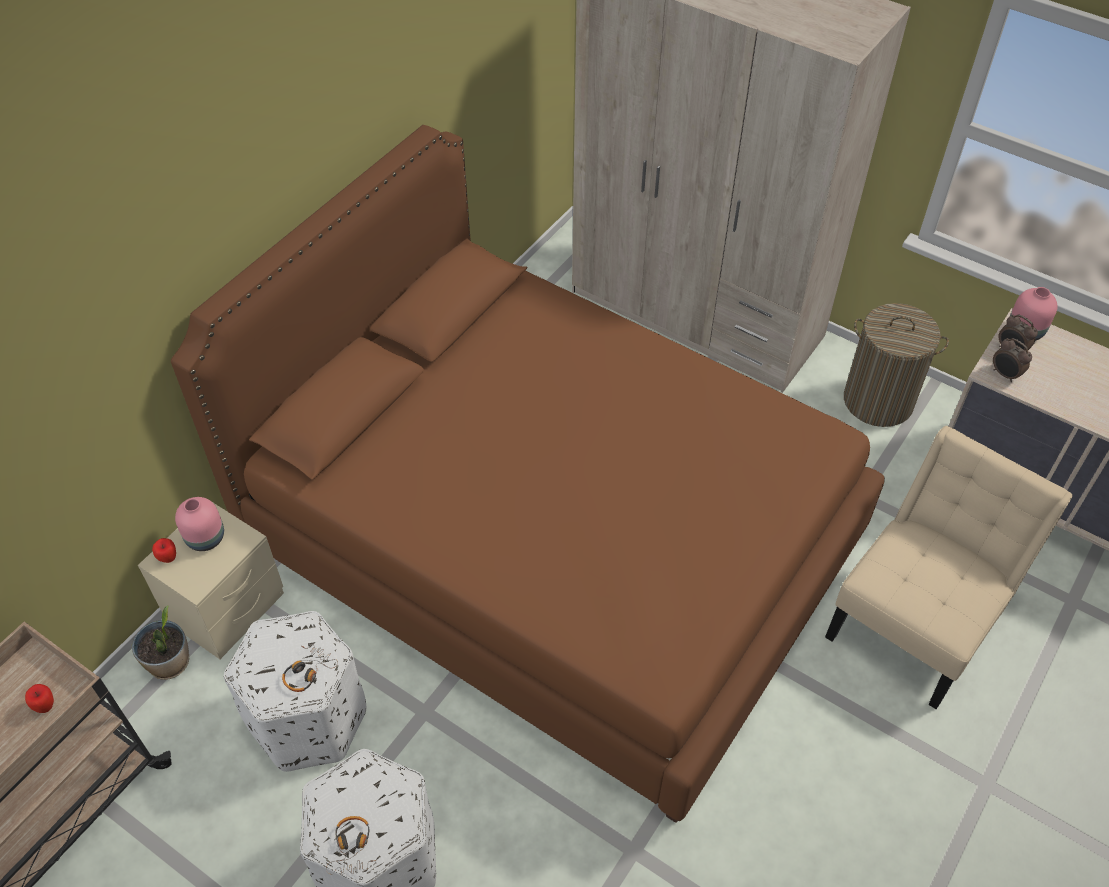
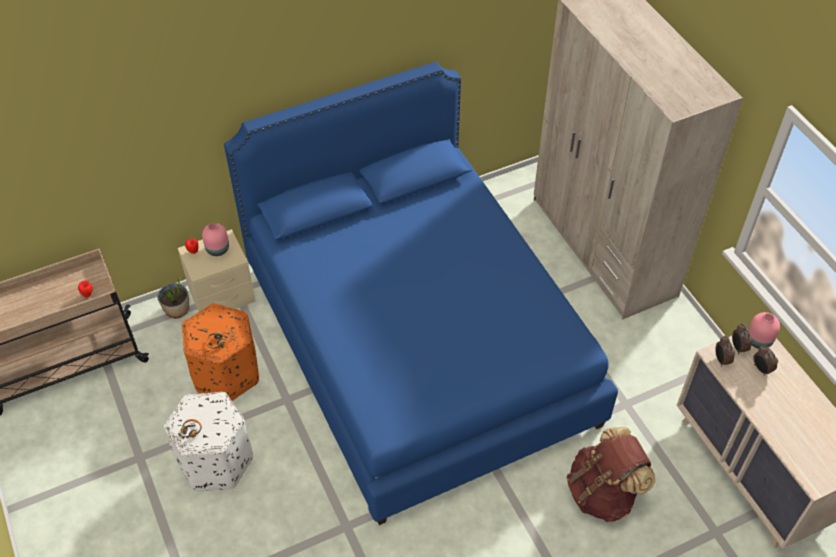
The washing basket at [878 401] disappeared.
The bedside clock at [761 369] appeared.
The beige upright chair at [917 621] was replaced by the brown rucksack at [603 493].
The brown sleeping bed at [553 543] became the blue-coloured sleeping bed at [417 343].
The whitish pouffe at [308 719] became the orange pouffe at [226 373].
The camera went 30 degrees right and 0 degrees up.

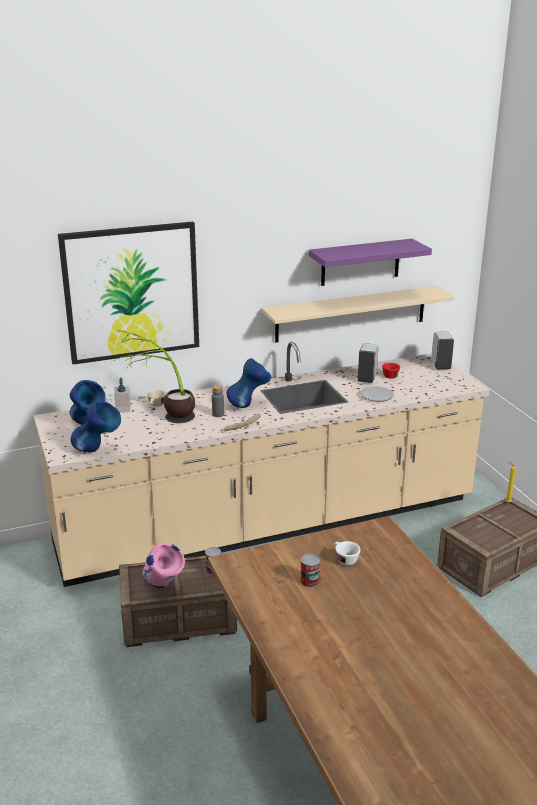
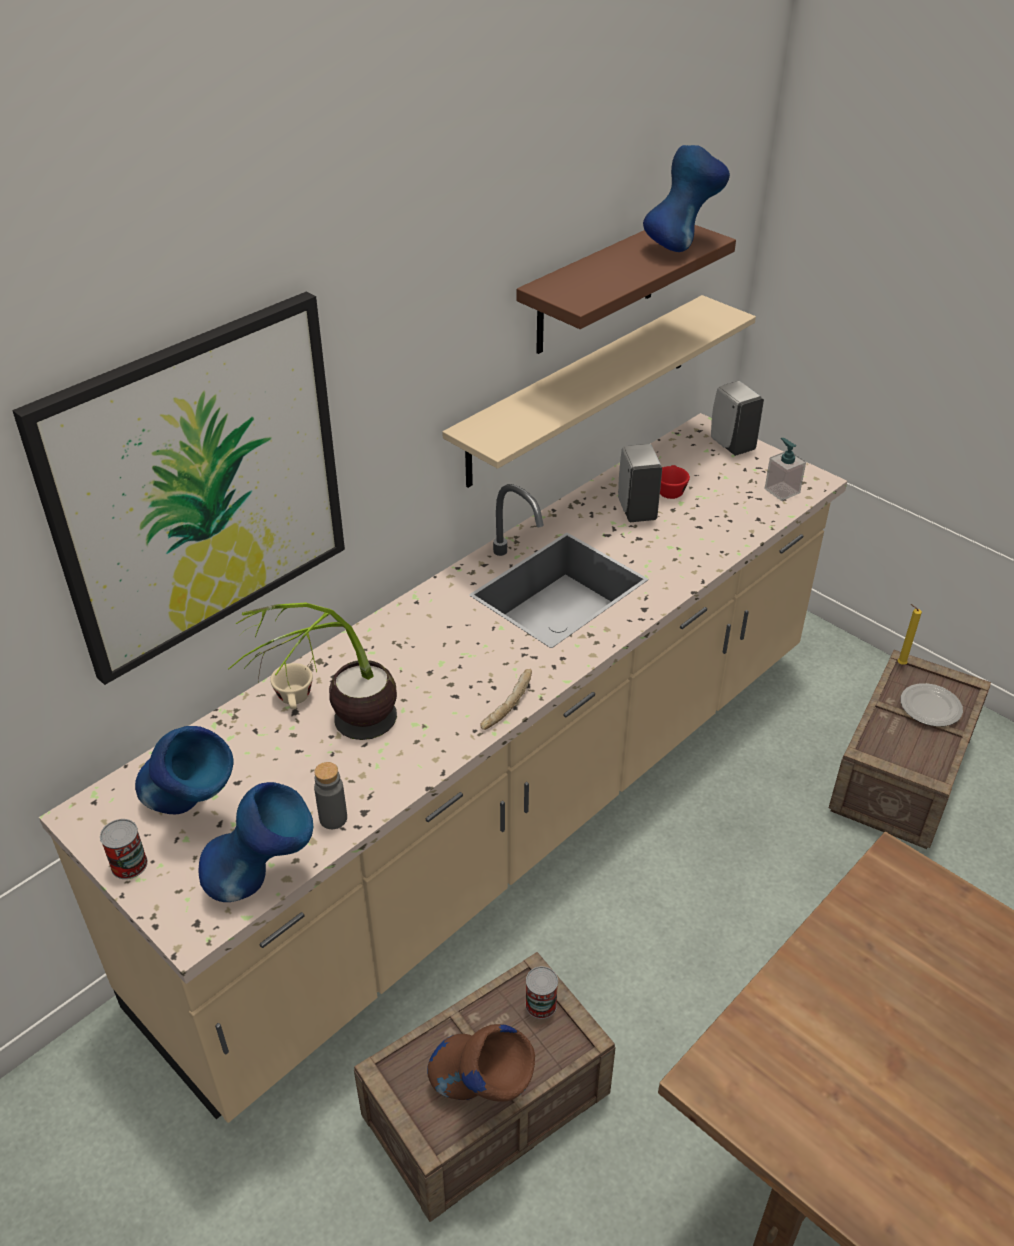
The whitish small cup at [344 559] disappeared.
The soap bottle moved from [123 409] to [782 491].
The grey bottle moved from [218 414] to [333 818].
The blue-coloured flower vase moved from [249 405] to [681 246].
The sealed can moved from [310 581] to [129 864].
The flat dish moved from [377 396] to [931 708].
The pinkish flower vase at [164 589] became the brown flower vase at [481 1094].
The purple-coloured bracket shelf at [360 262] became the brown bracket shelf at [596 287].
The camera went 25 degrees left and 15 degrees up.

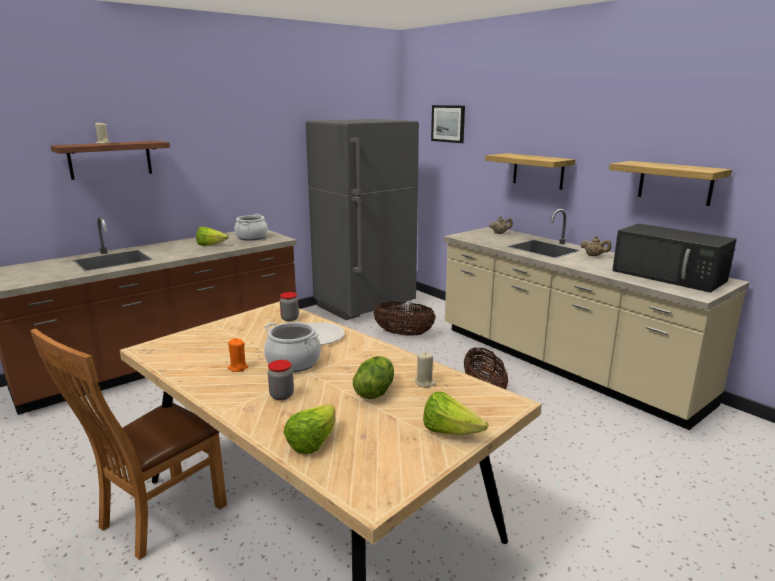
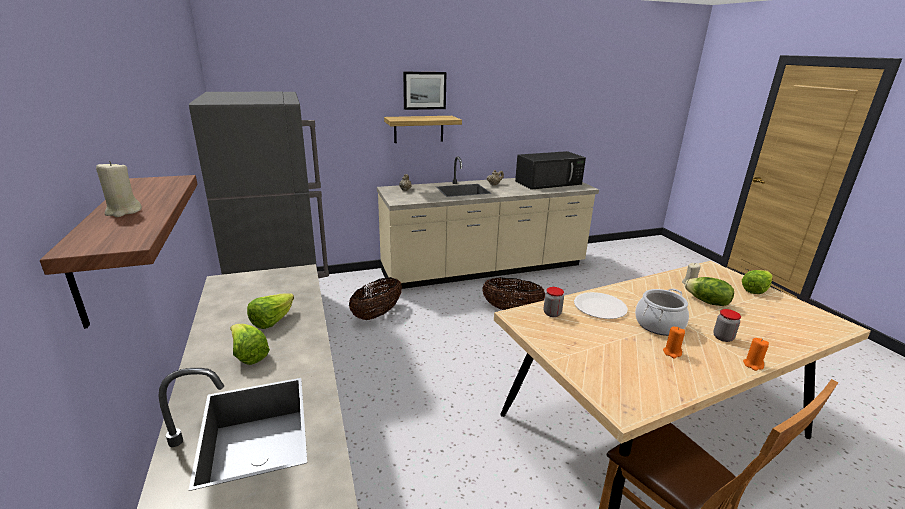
The cooking pot at [251 237] disappeared.
The bracket shelf at [675 183] disappeared.
The orange candle at [753 365] appeared.
The head of lettuce moved from [313 442] to [249 355].
The wall picture moved from [448 123] to [424 90].
The camera went 70 degrees left and 5 degrees up.

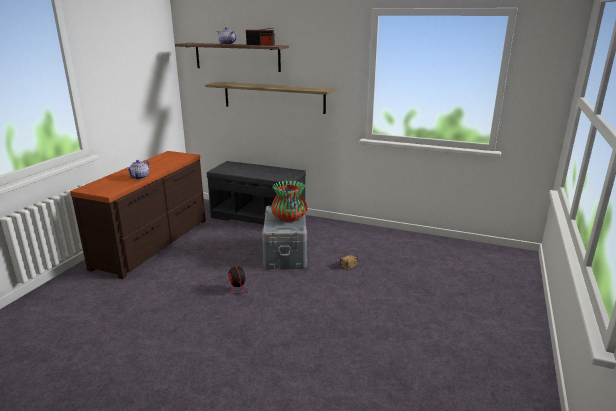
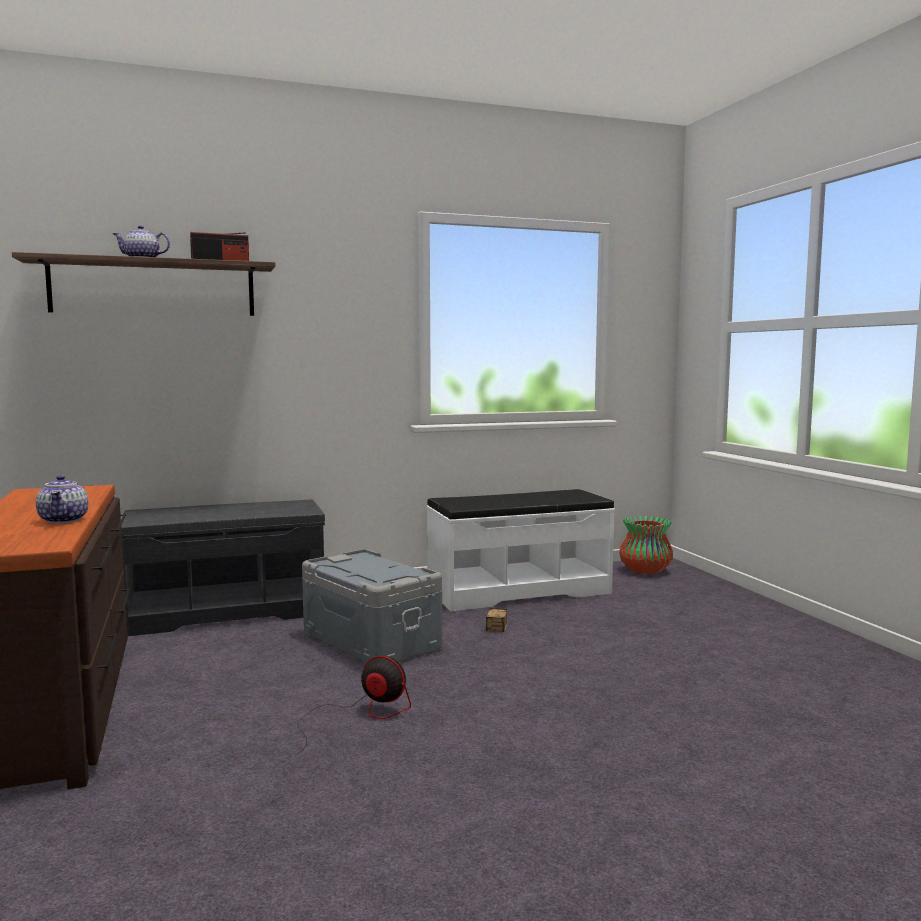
The bracket shelf at [273 97] disappeared.
The whitish bench at [518 591] appeared.
The flower vase moved from [289 218] to [645 571].
The camera went 40 degrees left and 15 degrees down.

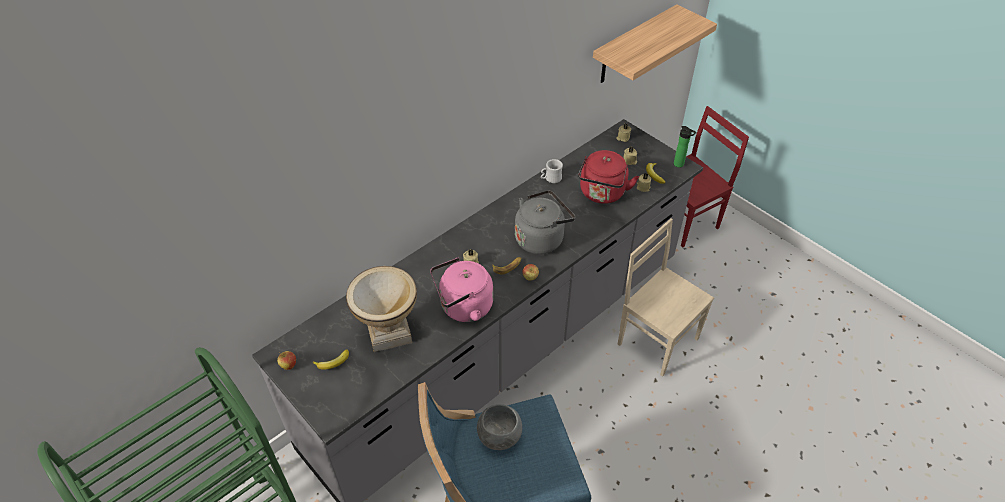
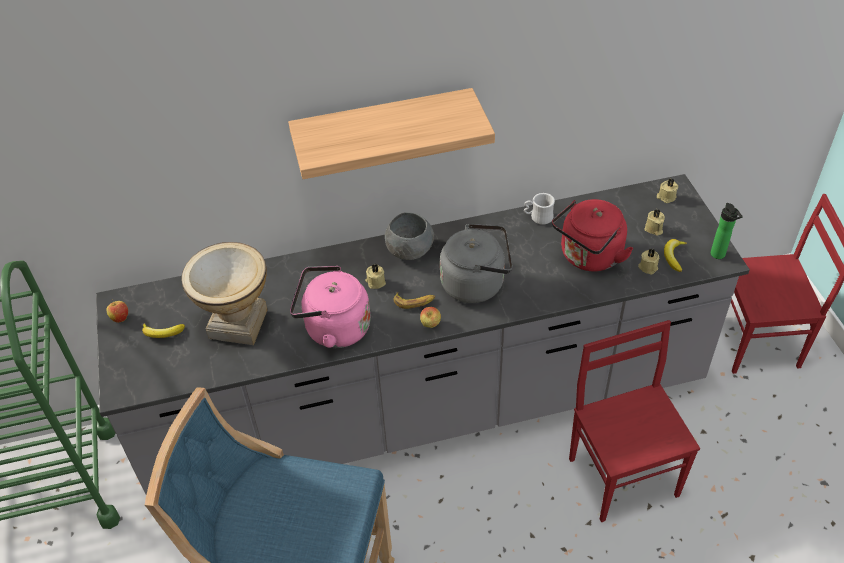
The grey serving bowl moved from [499 436] to [409 250].
The bracket shelf moved from [633 45] to [383 130].
The beige upright chair at [657 340] became the red-coloured upright chair at [623 475].
The camera went 30 degrees right and 0 degrees up.

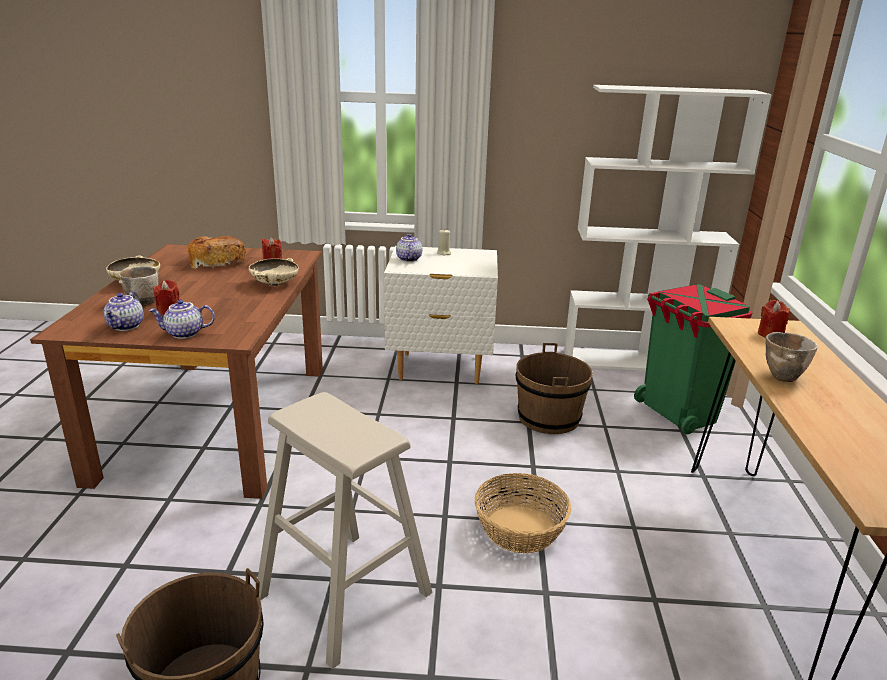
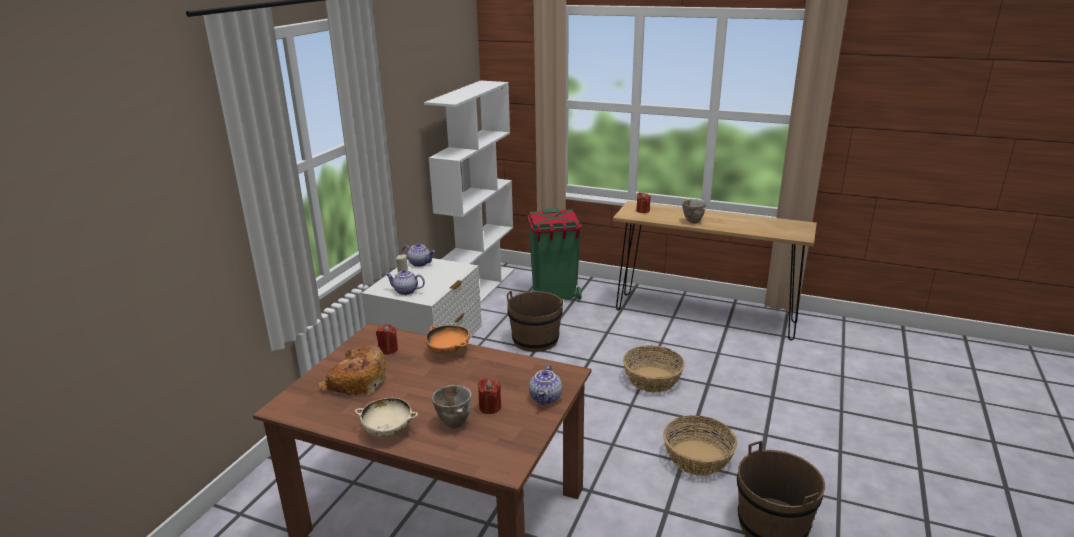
The pot for tea moved from [126 326] to [420 263].
The beige stool seat at [343 594] was replaced by the basket at [697 458].
The beige serving bowl at [275 284] became the orange serving bowl at [448 351].
The camera went 70 degrees left and 0 degrees up.

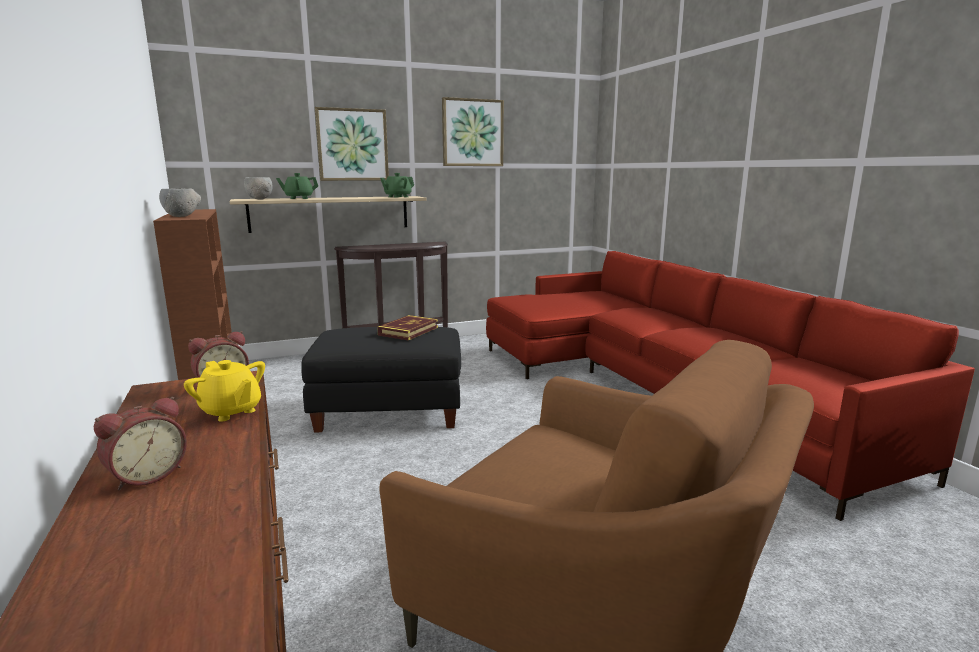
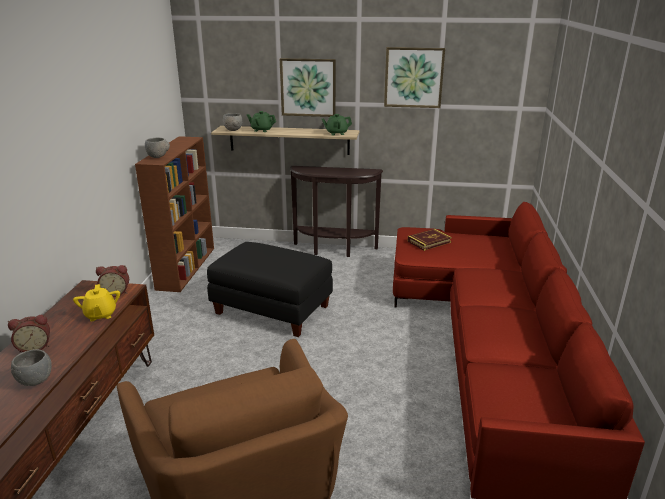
The grey serving bowl at [35 381] appeared.
The bound book moved from [408 331] to [429 242].
The camera went 30 degrees right and 10 degrees up.

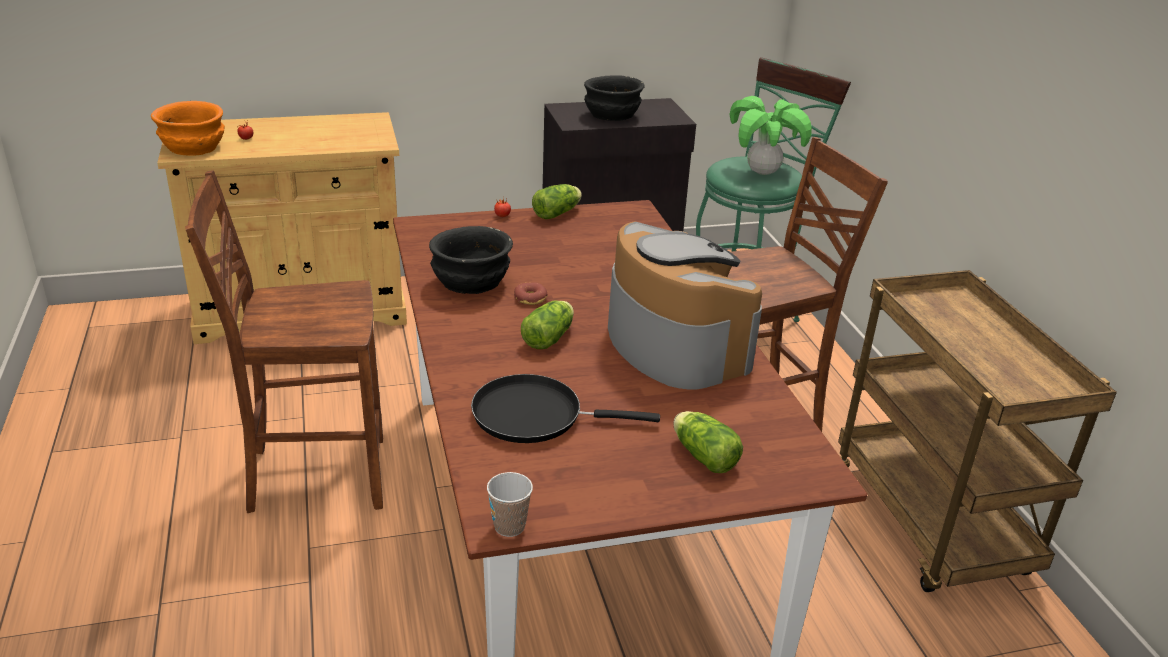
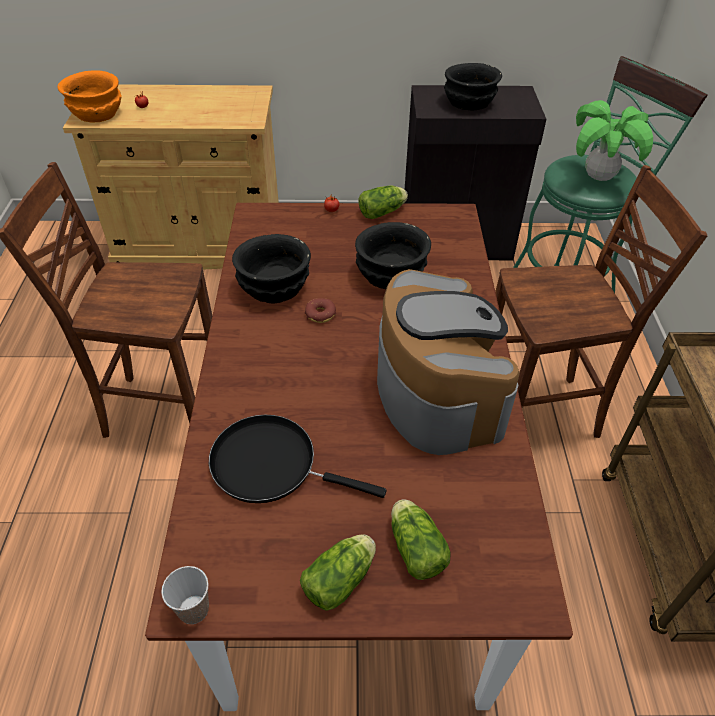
The black serving bowl at [390 276] appeared.
The head of lettuce moved from [550 337] to [342 578].
The camera went 15 degrees right and 15 degrees up.

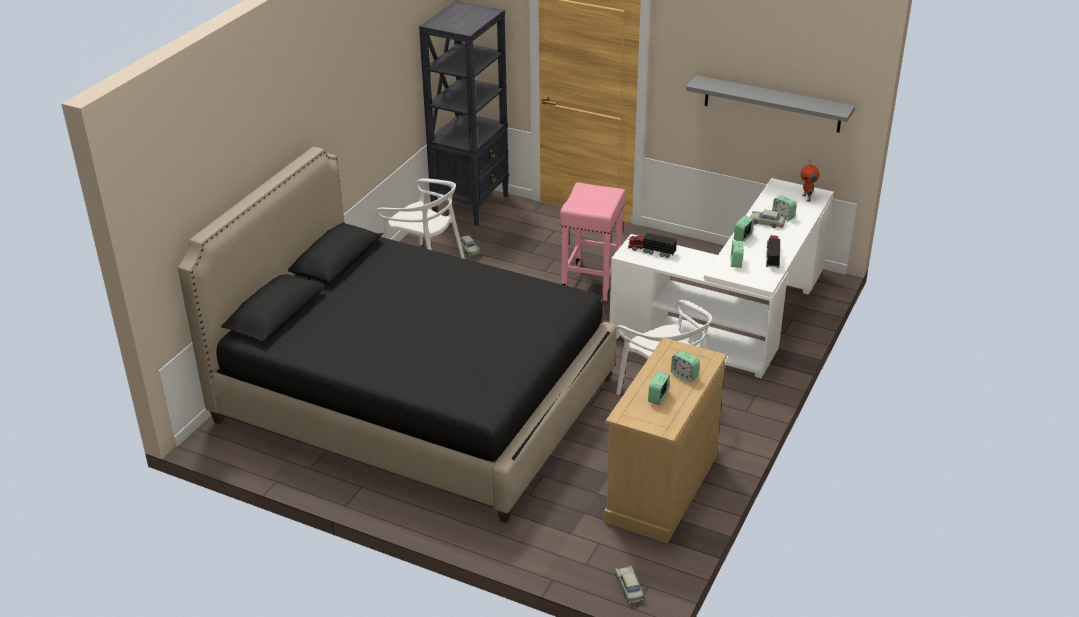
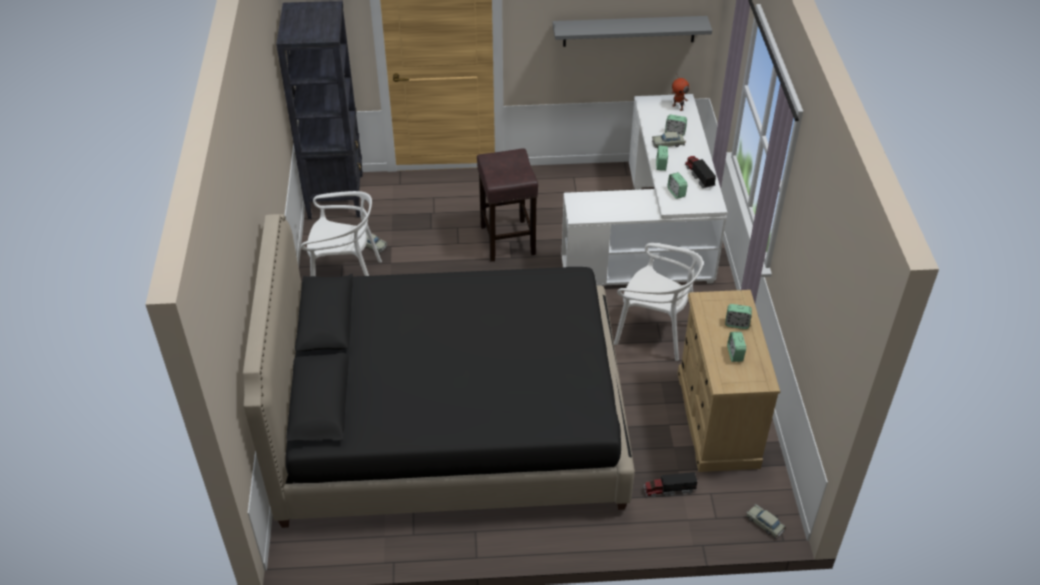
The toy lorry moved from [651 251] to [668 489].
The pinkish stool seat at [591 281] became the brown stool seat at [507 239].
The camera went 30 degrees left and 10 degrees up.

